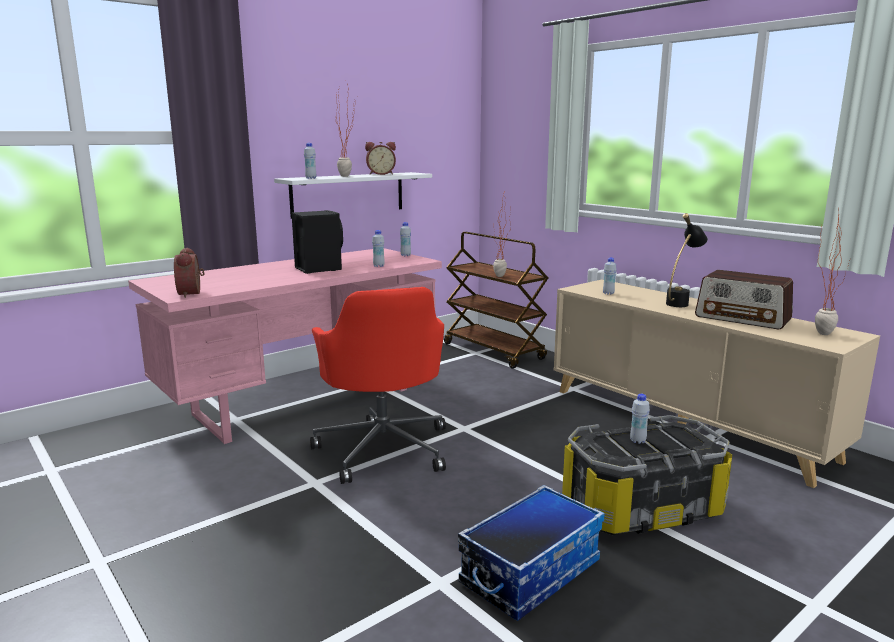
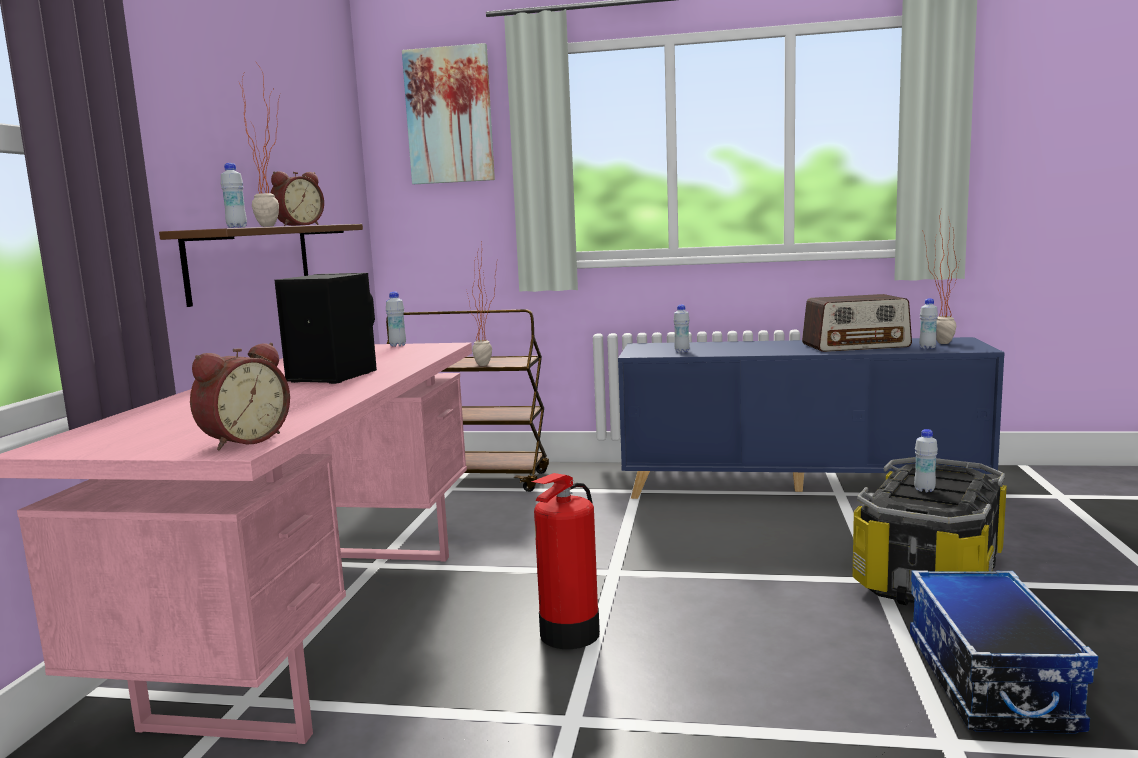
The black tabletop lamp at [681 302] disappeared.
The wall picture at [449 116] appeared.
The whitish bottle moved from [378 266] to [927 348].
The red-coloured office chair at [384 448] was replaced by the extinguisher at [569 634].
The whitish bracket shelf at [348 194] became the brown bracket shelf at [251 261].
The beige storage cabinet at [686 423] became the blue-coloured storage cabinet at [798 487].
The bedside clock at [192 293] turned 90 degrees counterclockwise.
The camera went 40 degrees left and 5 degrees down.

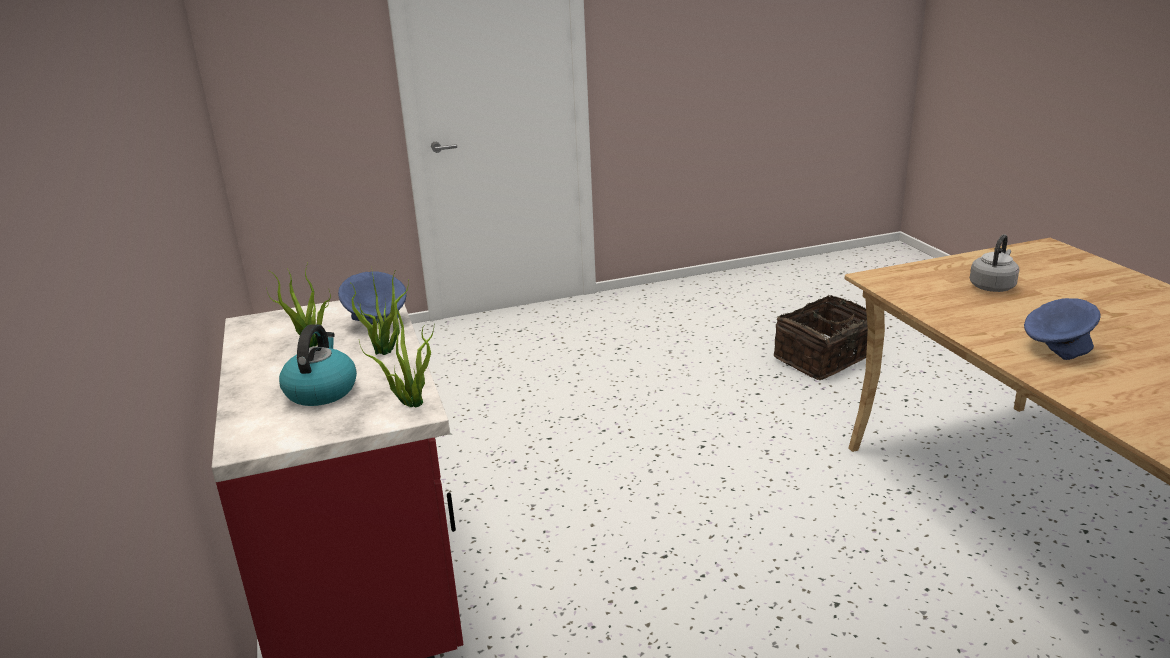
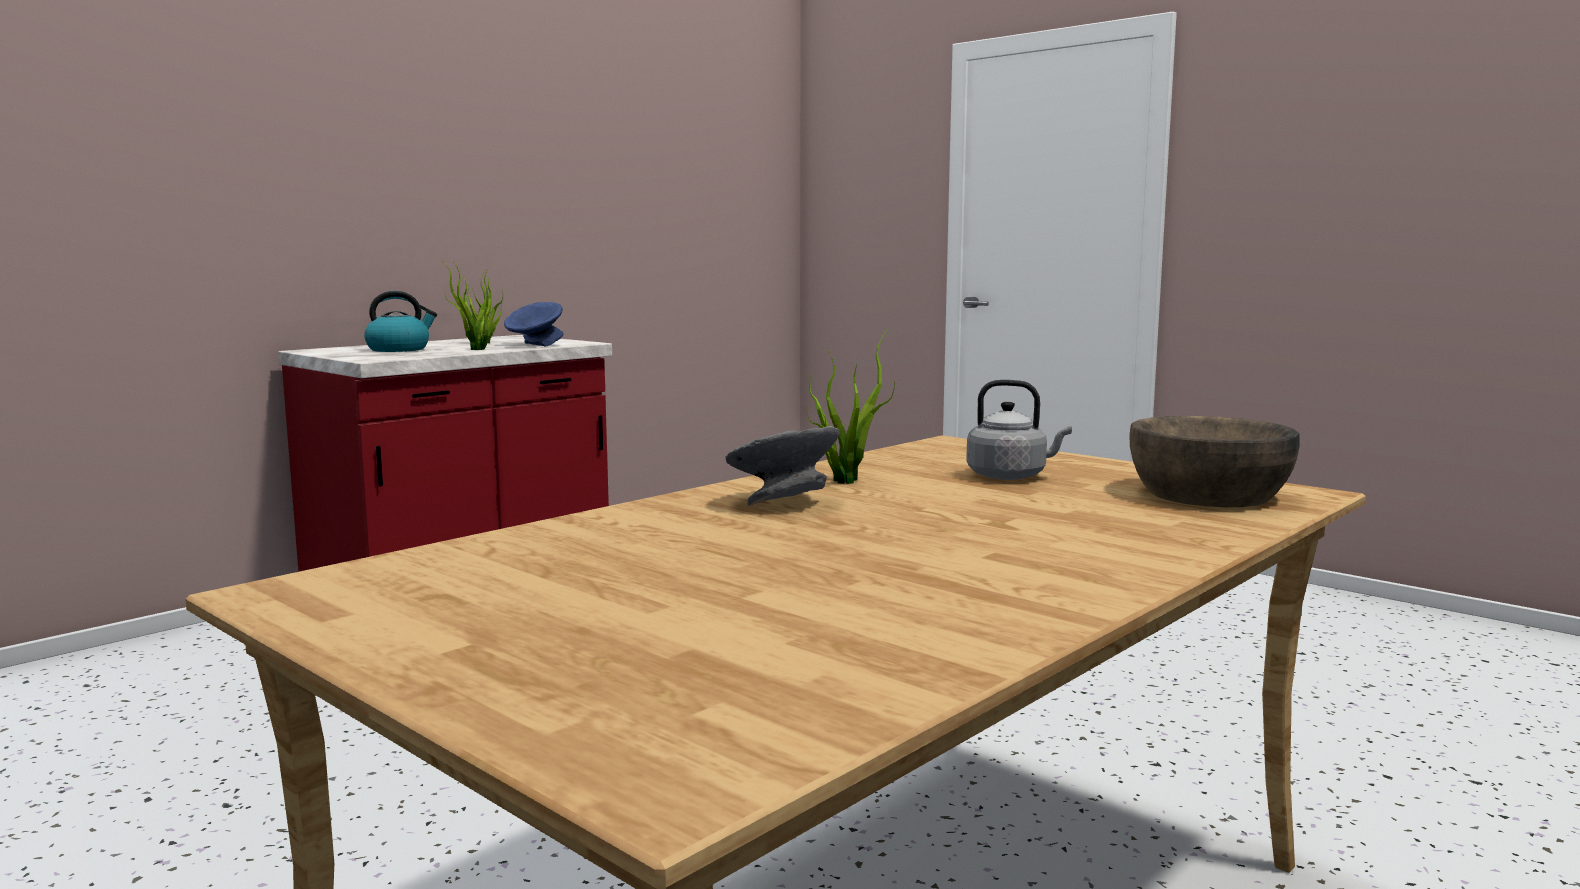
The basket at [823 359] disappeared.
The brown serving bowl at [1208 494] appeared.
The plant in a pot moved from [410 402] to [844 480].
The blue-coloured serving bowl at [1056 350] became the grey serving bowl at [782 502].
The camera went 60 degrees right and 15 degrees down.

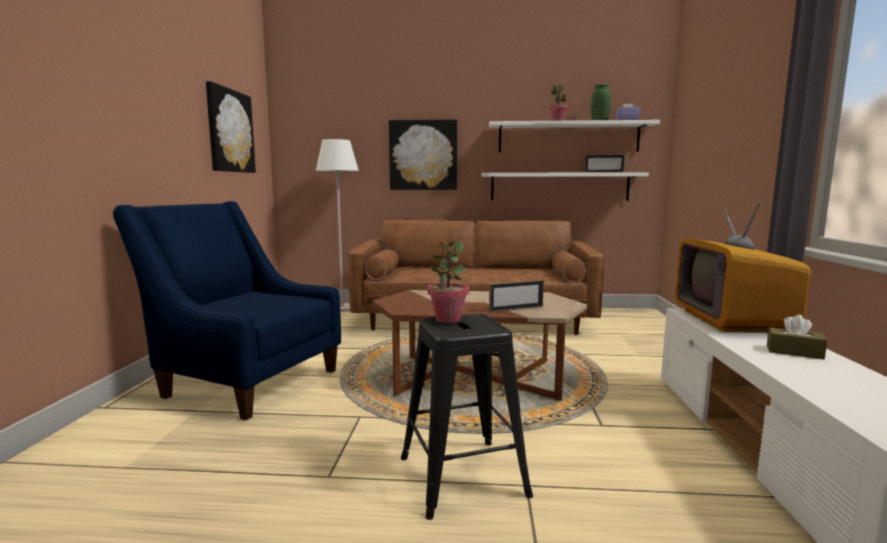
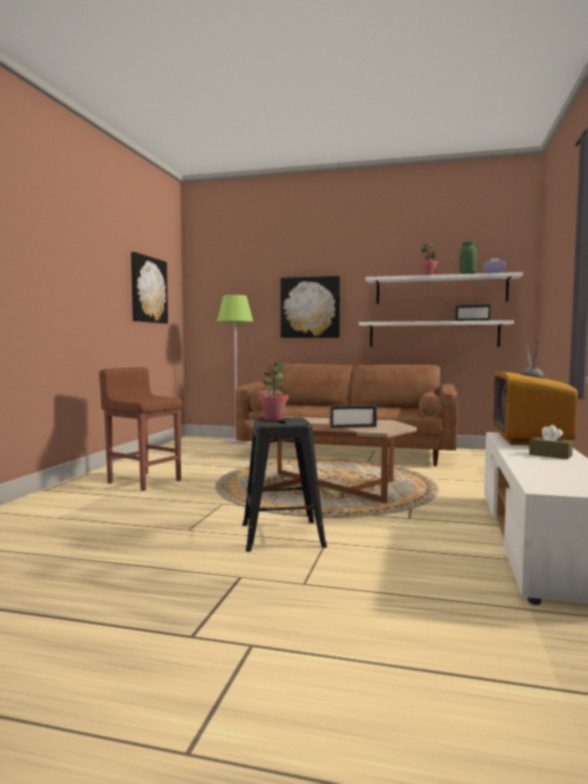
The blue-coloured armchair at [244 381] was replaced by the brown stool seat at [144 481].
The whitish standing lamp at [342 308] became the greenish standing lamp at [236 441].
The camera went 10 degrees right and 5 degrees down.

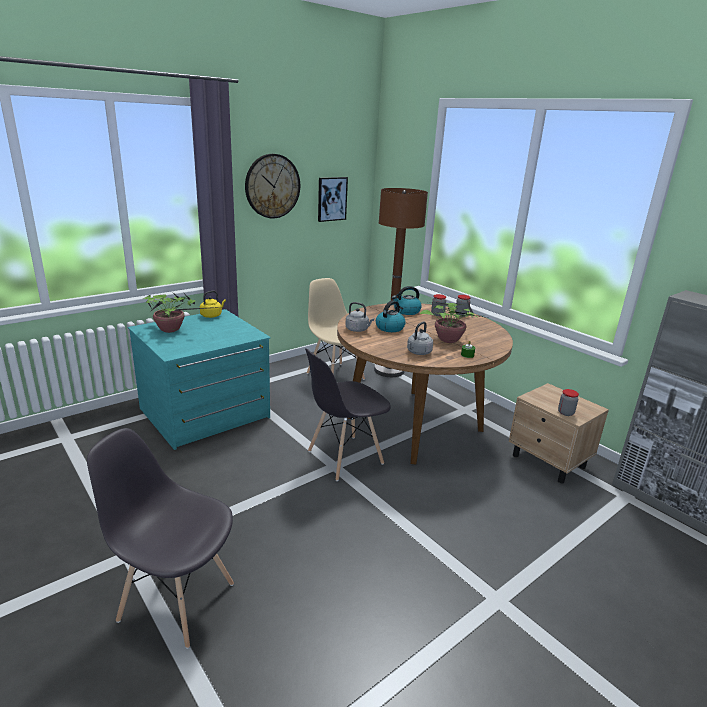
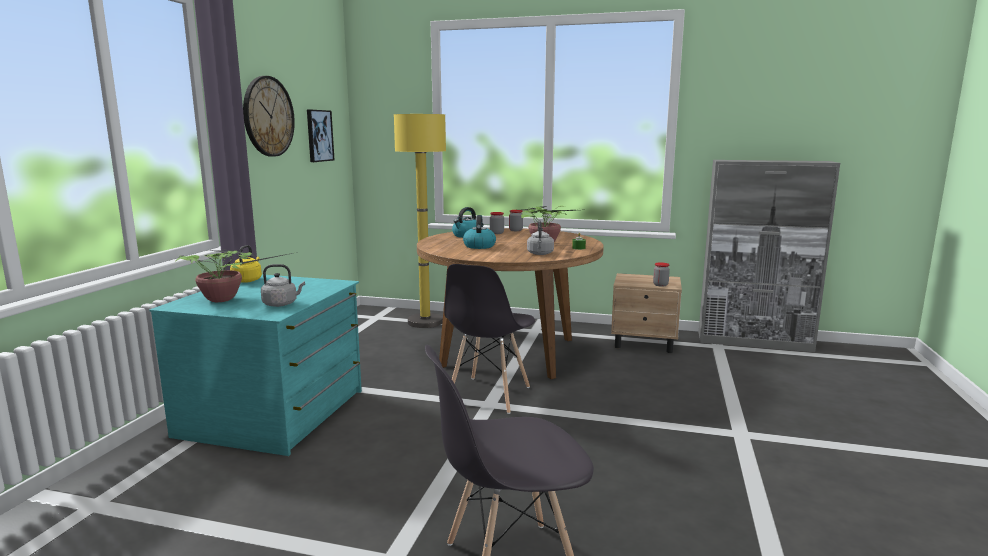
The beige upright chair at [335 376] disappeared.
The grey tea kettle moved from [358 330] to [282 304].
The brown standing lamp at [389 370] became the yellowish standing lamp at [425 322].
The camera went 35 degrees left and 10 degrees down.

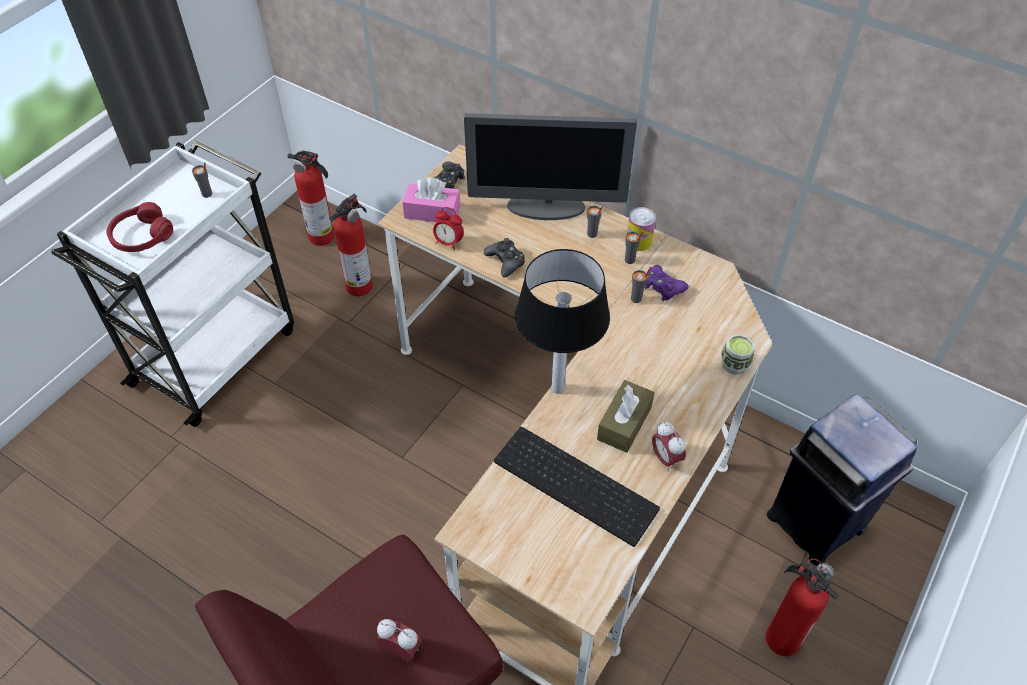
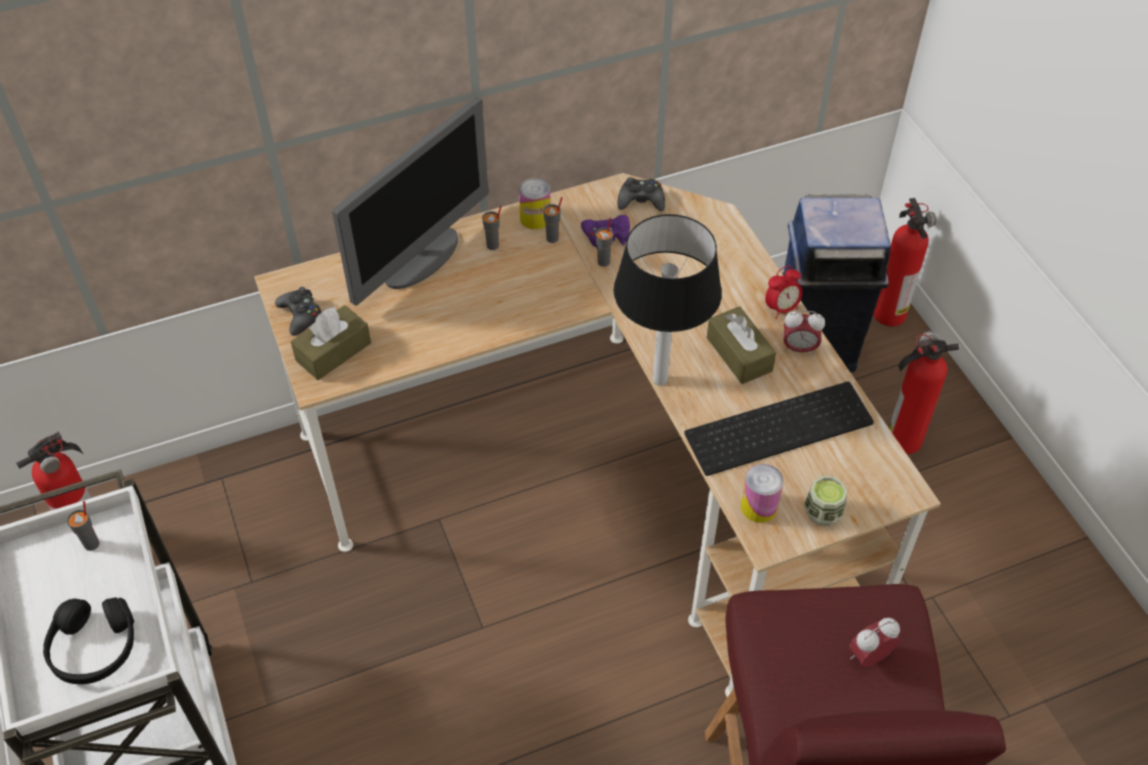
The sealed can at [759 507] appeared.
The extinguisher moved from [361 285] to [888 312].
The bedside clock moved from [448 242] to [781 308].
The black joypad moved from [505 261] to [641 200].
The small cup moved from [734 364] to [822 513].
The red-coloured pair of headphones at [141 236] became the black pair of headphones at [94 647].
The pinkish tissue holder at [432 212] became the brown tissue holder at [333 352].
The camera went 55 degrees left and 0 degrees up.

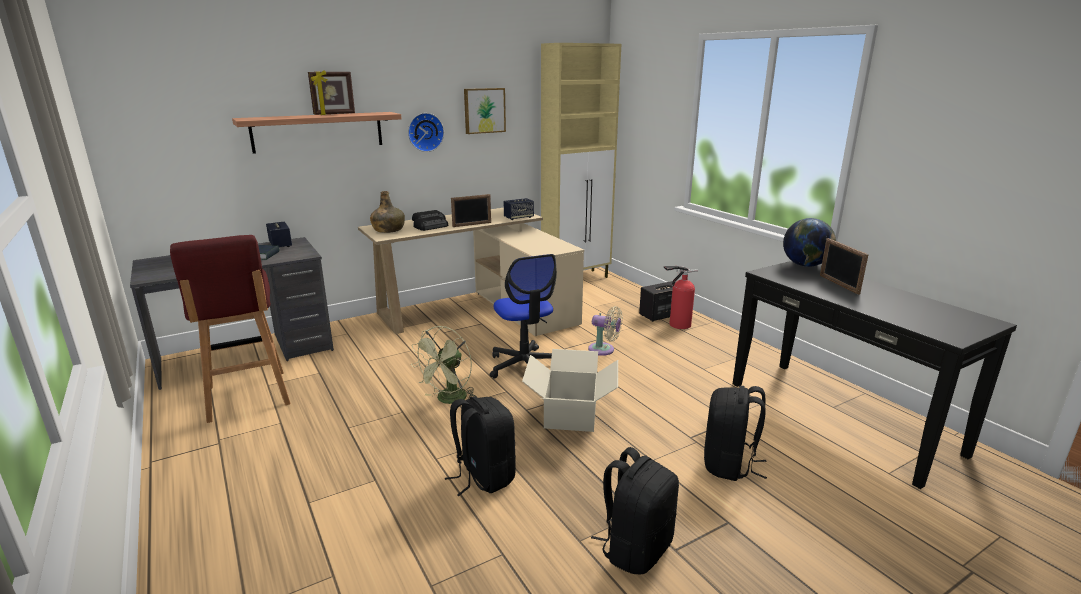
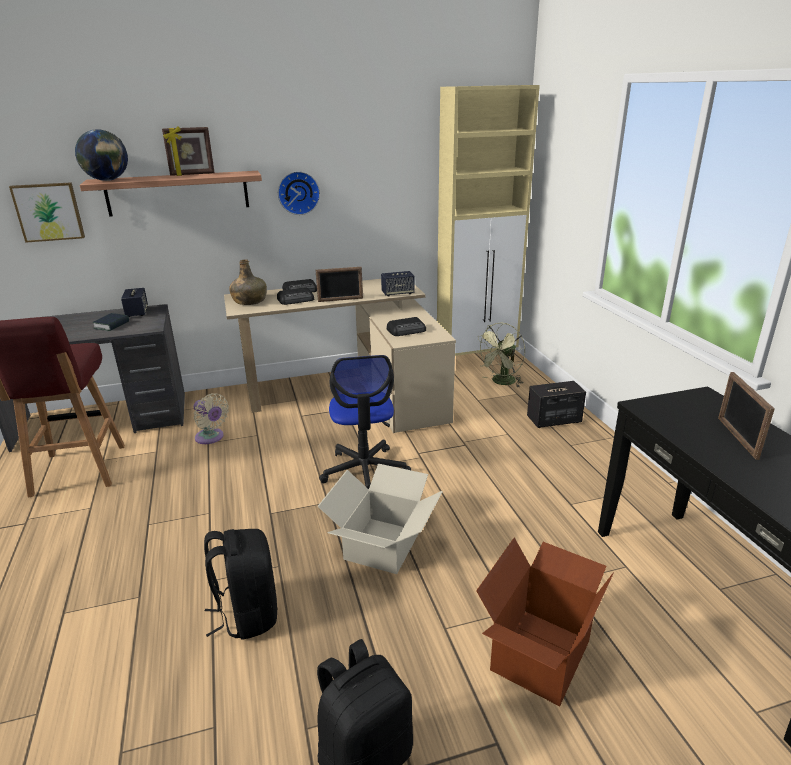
The extinguisher at [677 325] disappeared.
The radio set at [407 330] appeared.
The greenish fan moved from [448 400] to [501 382].
The wall picture moved from [484 110] to [49 212].
The beige fan moved from [604 350] to [211 438].
The world globe moved from [805 265] to [107 180].
The black rucksack at [729 465] was replaced by the cardboard box at [538 654].
The camera went 15 degrees right and 5 degrees up.

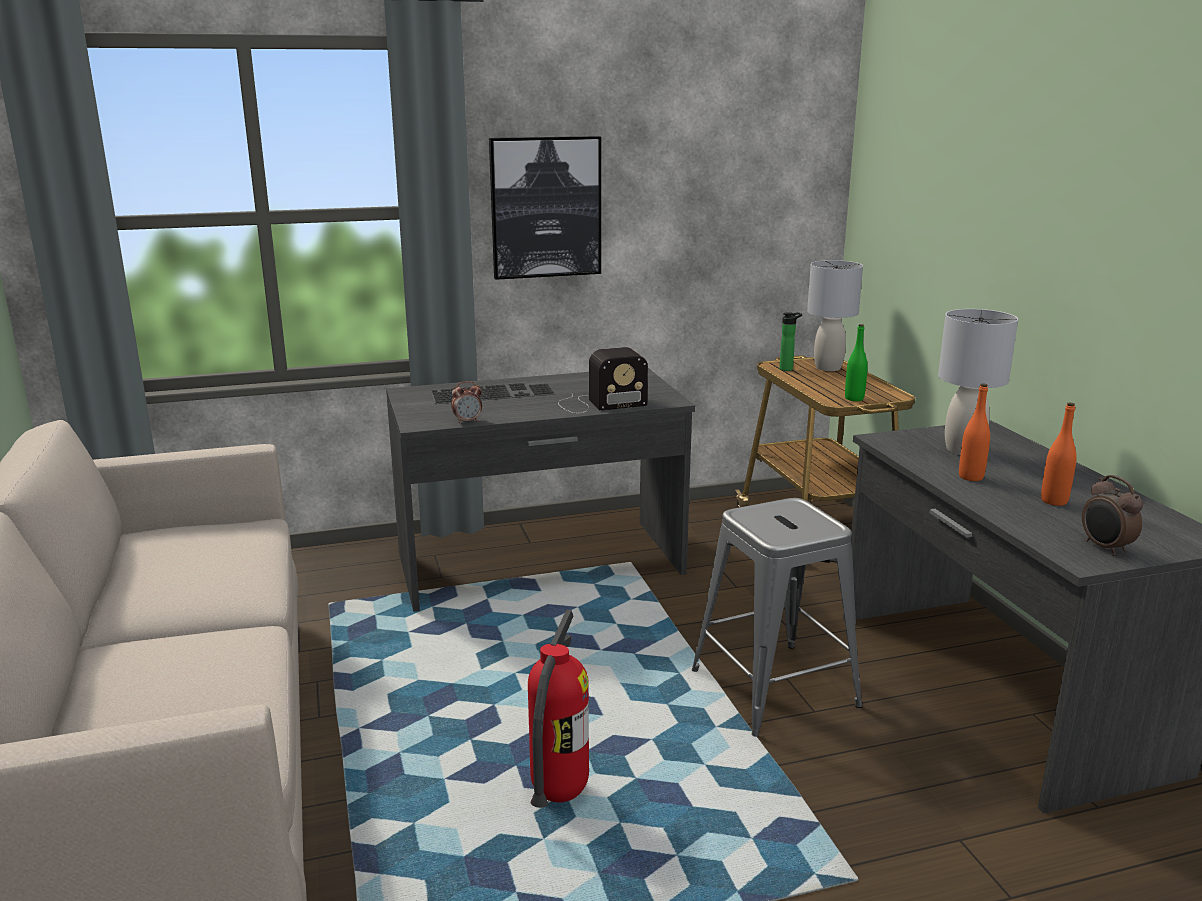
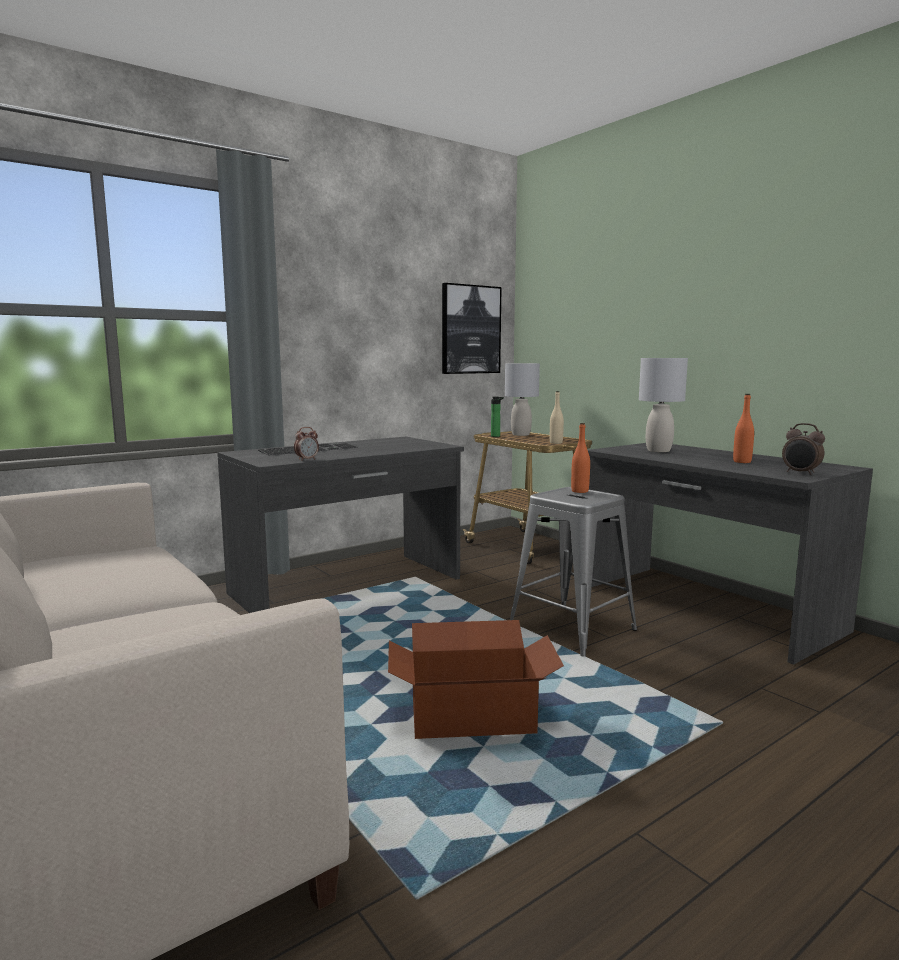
The radio set at [598 403] disappeared.
The wall picture moved from [545 207] to [470 329].
The orange bottle moved from [971 477] to [579 491].
The extinguisher at [558 794] was replaced by the cardboard box at [471 716].
The greenish bottle at [854 398] became the beige bottle at [556 443].
The camera went 20 degrees left and 10 degrees down.

